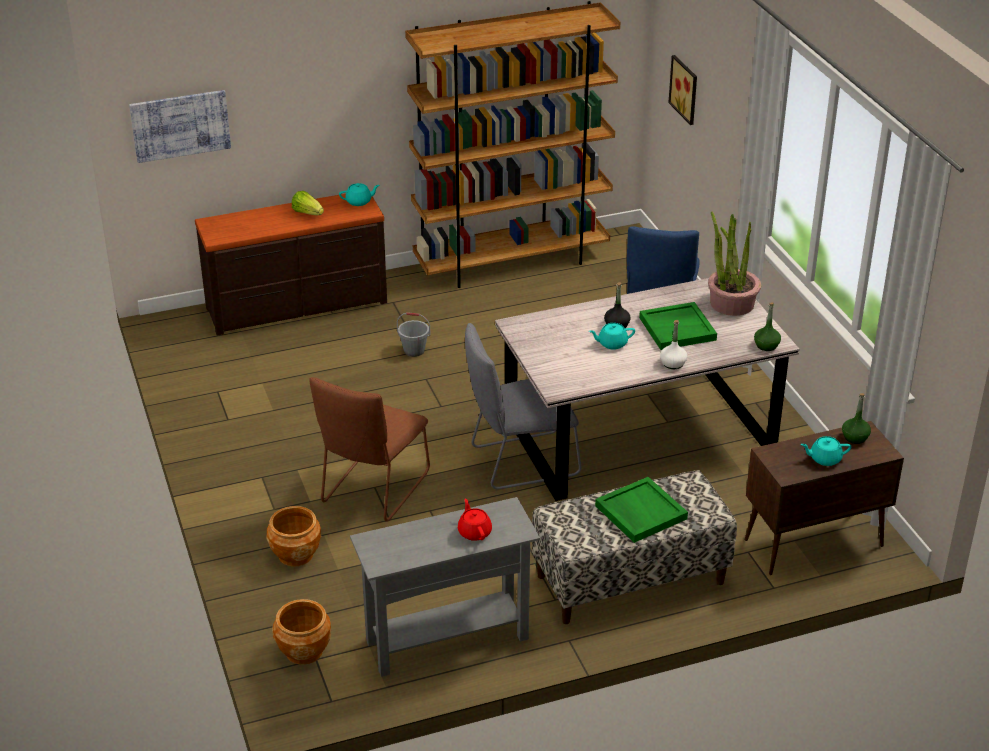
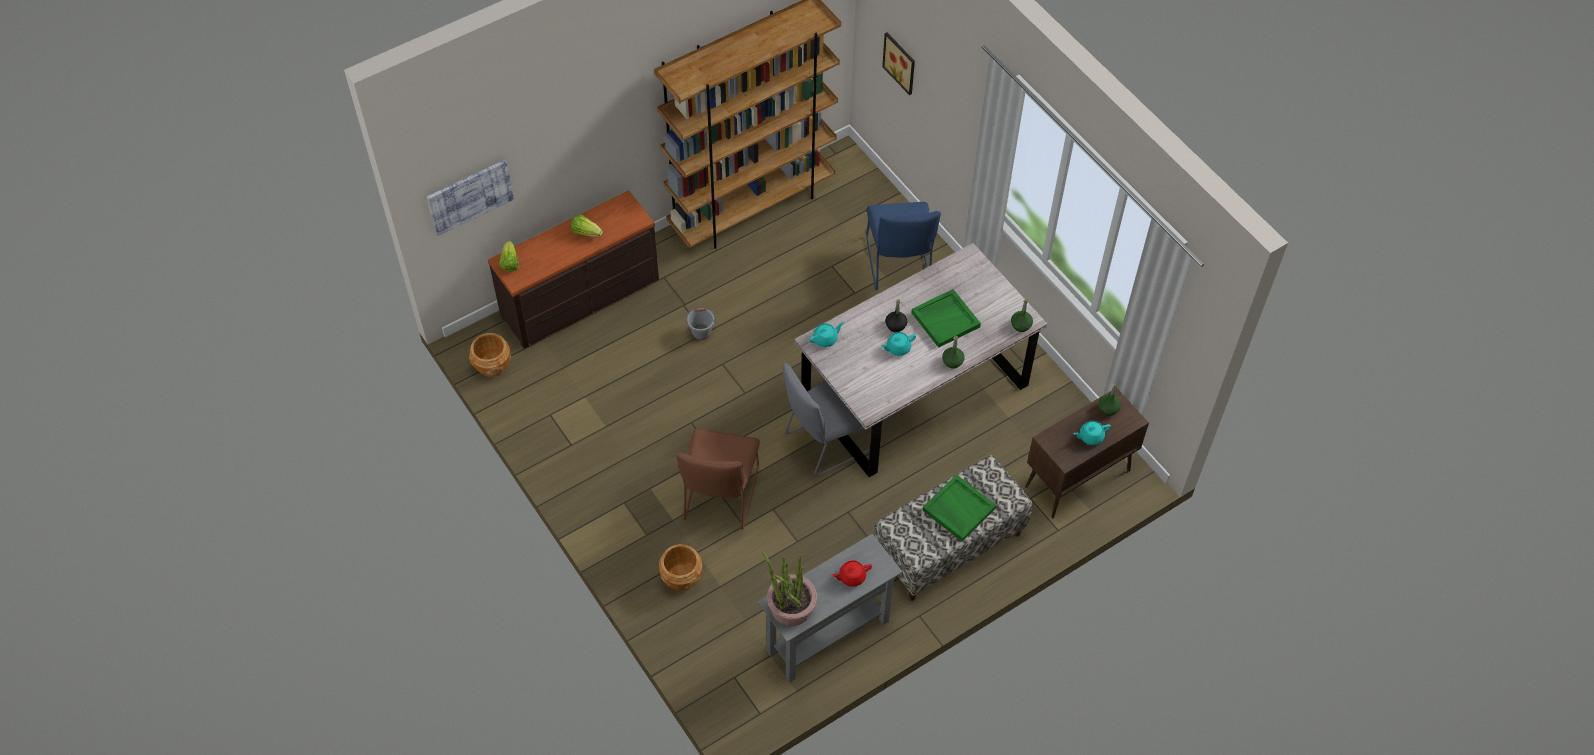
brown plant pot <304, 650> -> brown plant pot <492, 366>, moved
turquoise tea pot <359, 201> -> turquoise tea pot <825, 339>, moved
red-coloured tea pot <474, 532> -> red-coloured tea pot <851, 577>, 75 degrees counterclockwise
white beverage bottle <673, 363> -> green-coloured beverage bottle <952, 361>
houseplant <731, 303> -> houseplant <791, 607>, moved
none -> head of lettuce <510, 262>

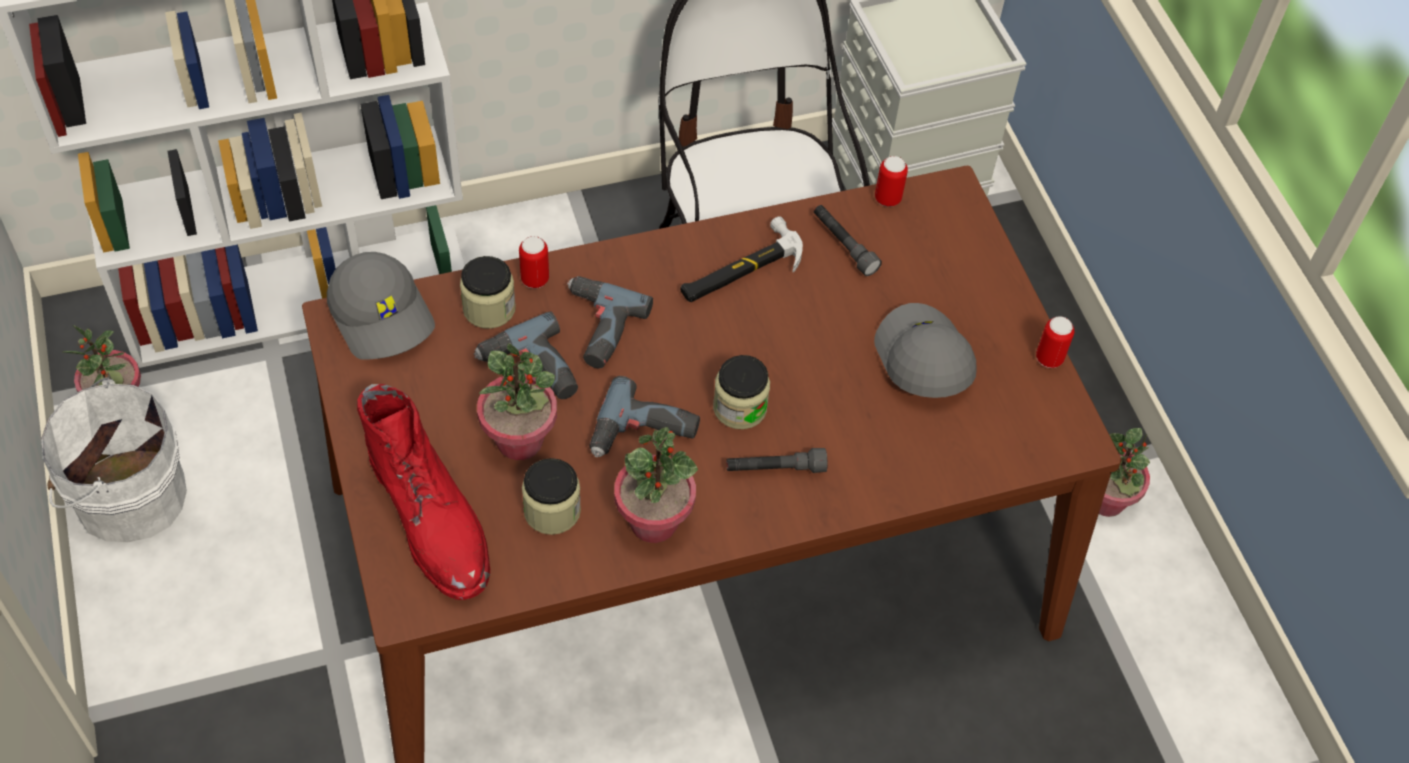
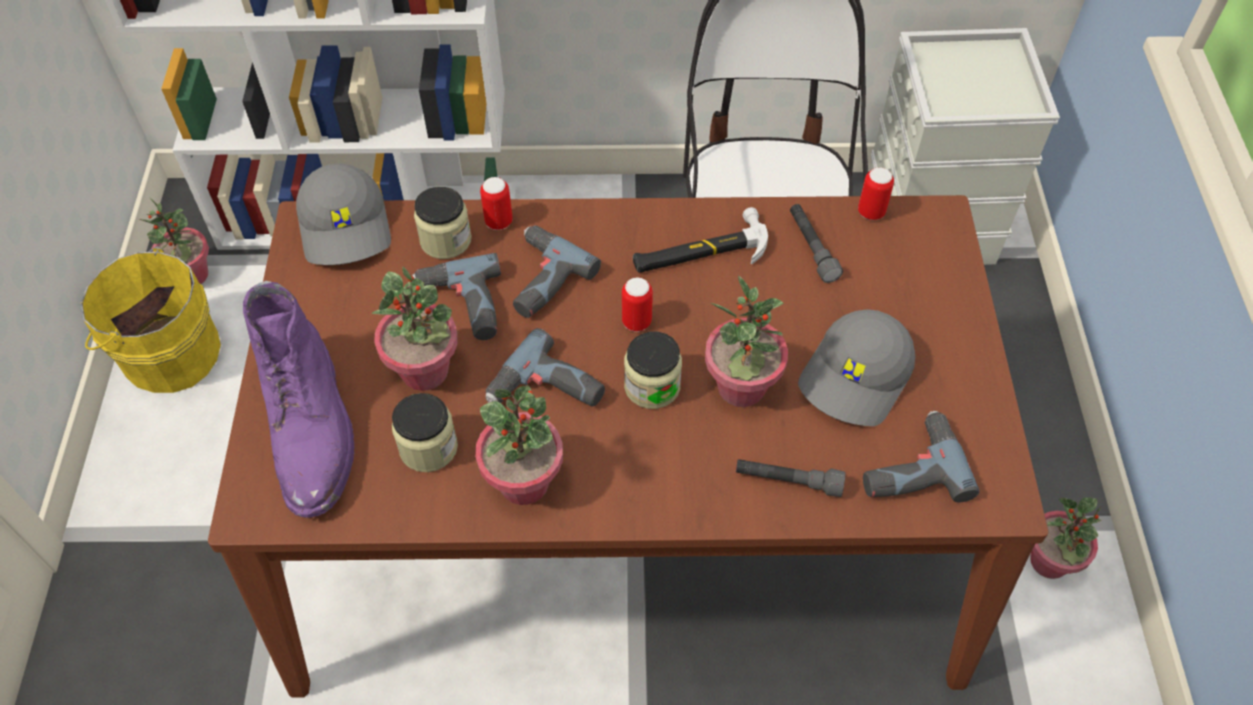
white bucket <126, 495> -> yellow-coloured bucket <168, 353>
red-coloured tall boot <433, 518> -> purplish tall boot <312, 428>
gray hand torch <775, 469> -> gray hand torch <787, 481>, moved
gray peaked cap <922, 360> -> gray peaked cap <857, 378>, 150 degrees counterclockwise
sealed can <1049, 358> -> sealed can <636, 322>, moved
none -> houseplant <741, 387>
none -> drill <909, 466>

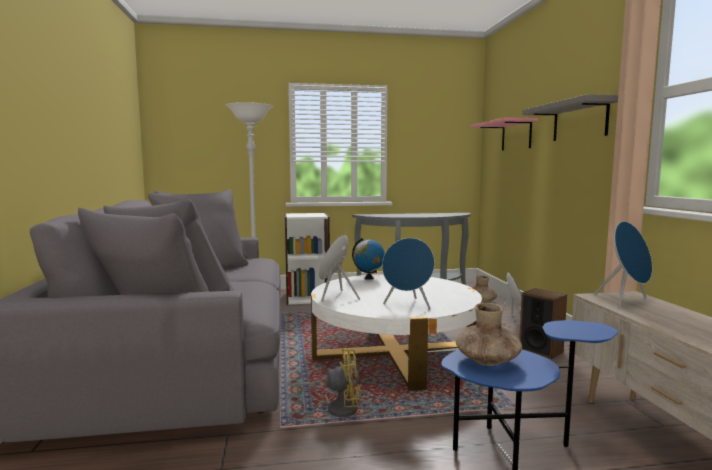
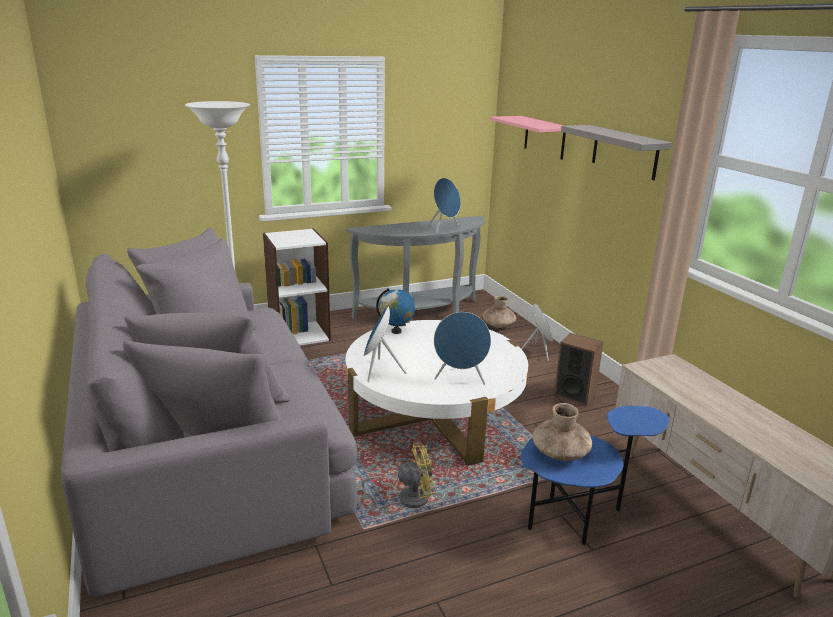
blue loudspeaker <626, 301> -> blue loudspeaker <444, 228>, moved

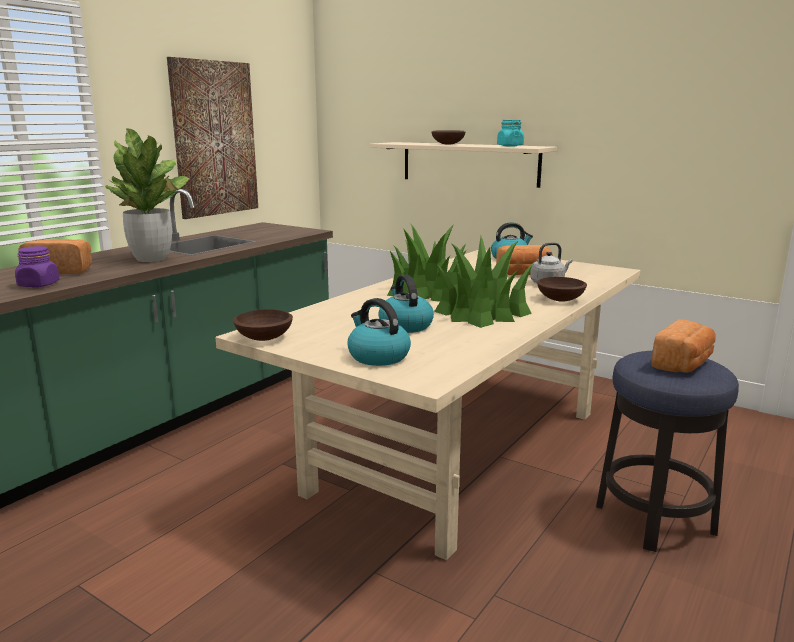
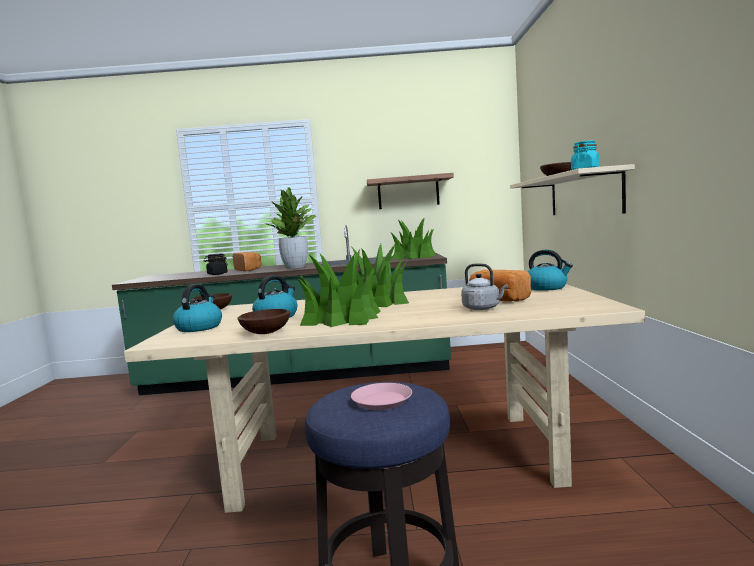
purplish preserve jar <38, 285> -> black-coloured preserve jar <217, 274>
picture <214, 139> -> shelf <408, 192>
brown bowl <561, 299> -> brown bowl <265, 332>, moved
bread <683, 364> -> pink-coloured dinner plate <381, 401>
none -> houseplant <414, 256>

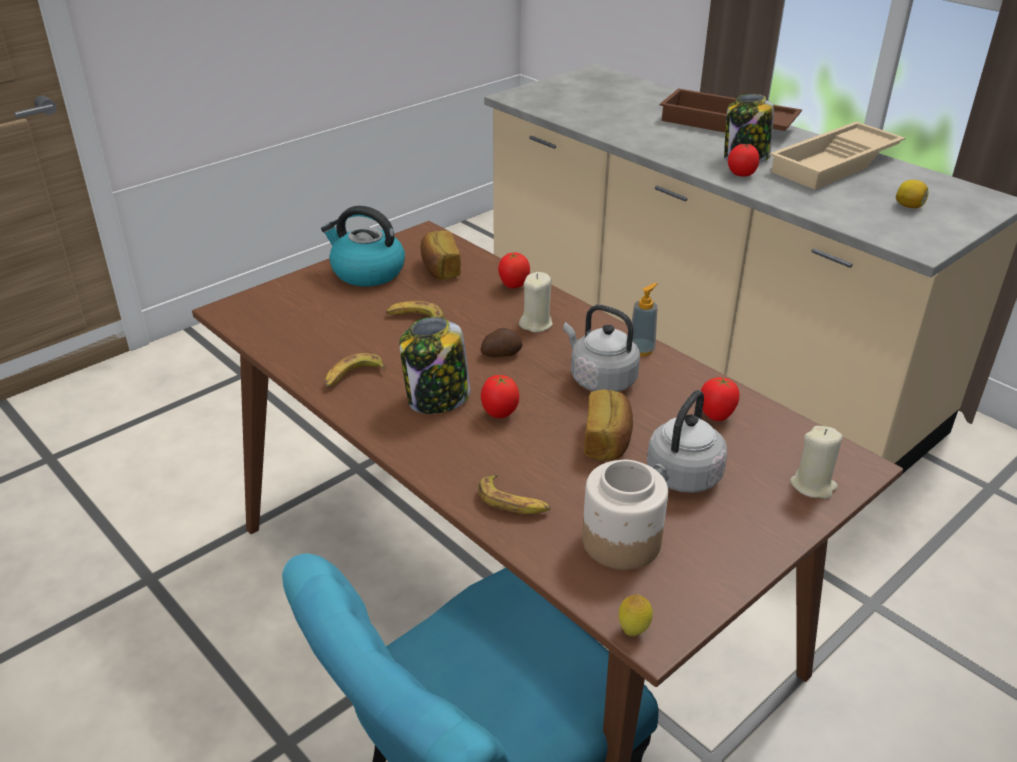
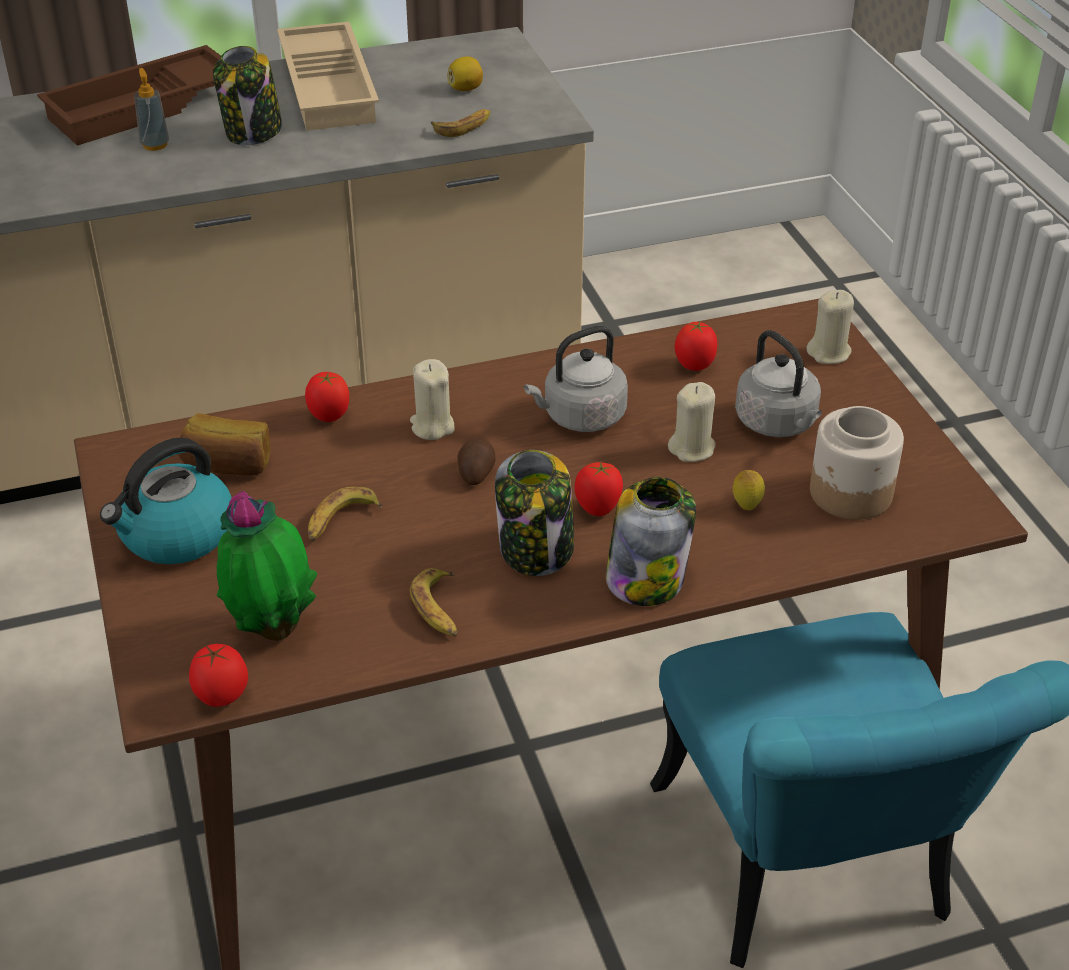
whole banana <513, 502> -> whole banana <463, 127>, moved
bread <608, 440> -> sand-coloured wax candle <692, 448>
lemon <633, 630> -> lemon <746, 506>, moved
soap bottle <641, 350> -> soap bottle <155, 144>, moved
whole tomato <741, 175> -> whole tomato <221, 697>, moved
none -> houseplant <273, 628>
none -> preserve jar <646, 579>

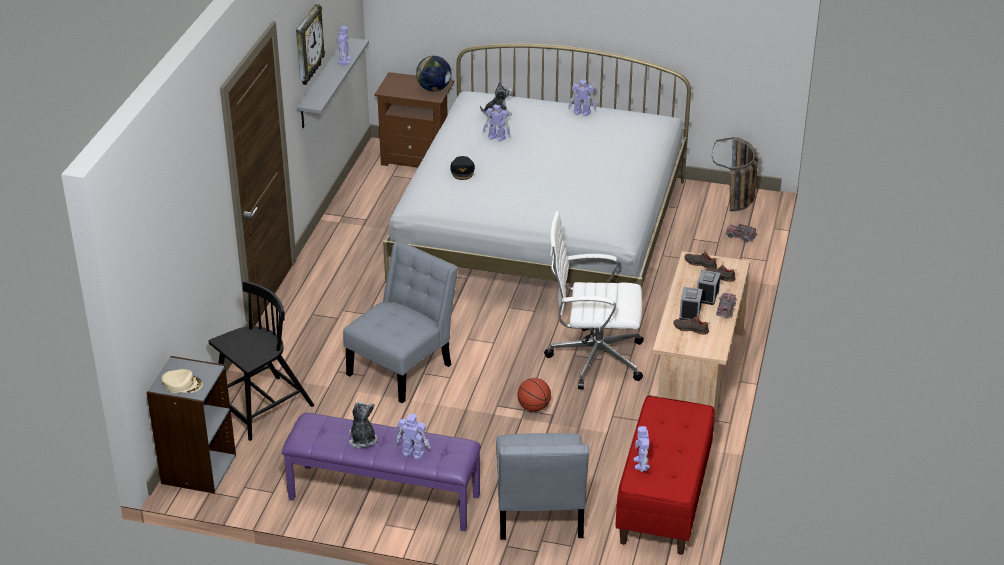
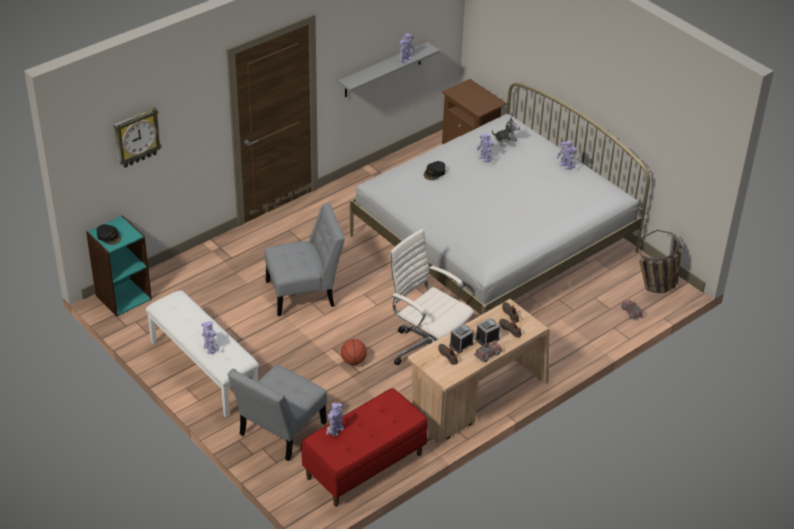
gray bookcase <198, 469> -> turquoise bookcase <123, 297>
sand-coloured peaked cap <182, 384> -> black-coloured peaked cap <109, 236>
black-coloured upright chair <262, 409> -> none
purplish bench <383, 497> -> white bench <203, 370>
clock on the wall <307, 45> -> clock on the wall <136, 137>, moved
soft toy <362, 439> -> none
world globe <434, 89> -> none

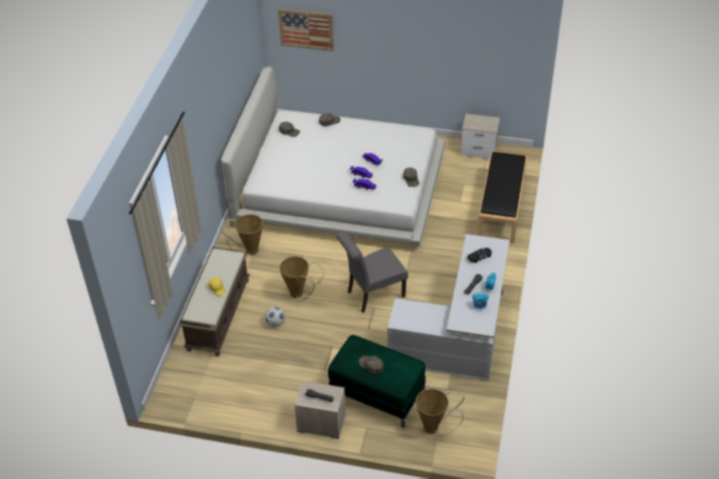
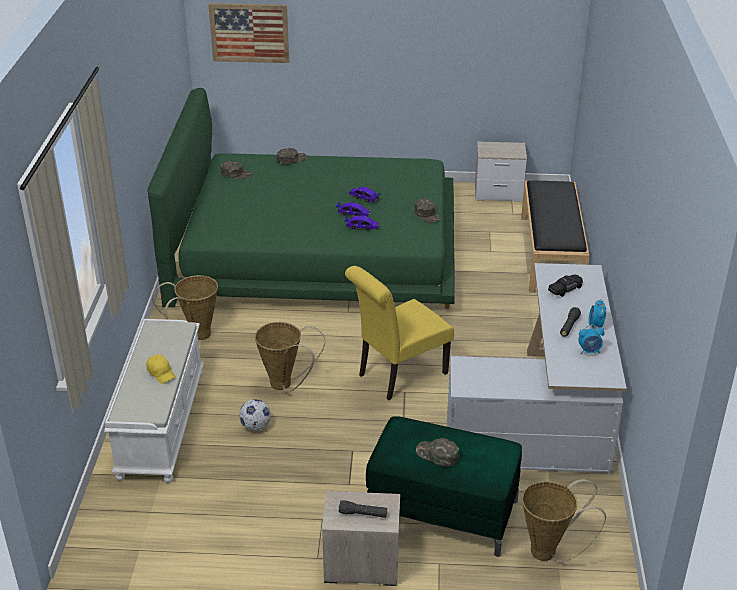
brown bench <218, 314> -> white bench <161, 423>
white bedroom bed <339, 189> -> green-coloured bedroom bed <315, 250>
gray upright chair <372, 295> -> yellow-coloured upright chair <398, 375>

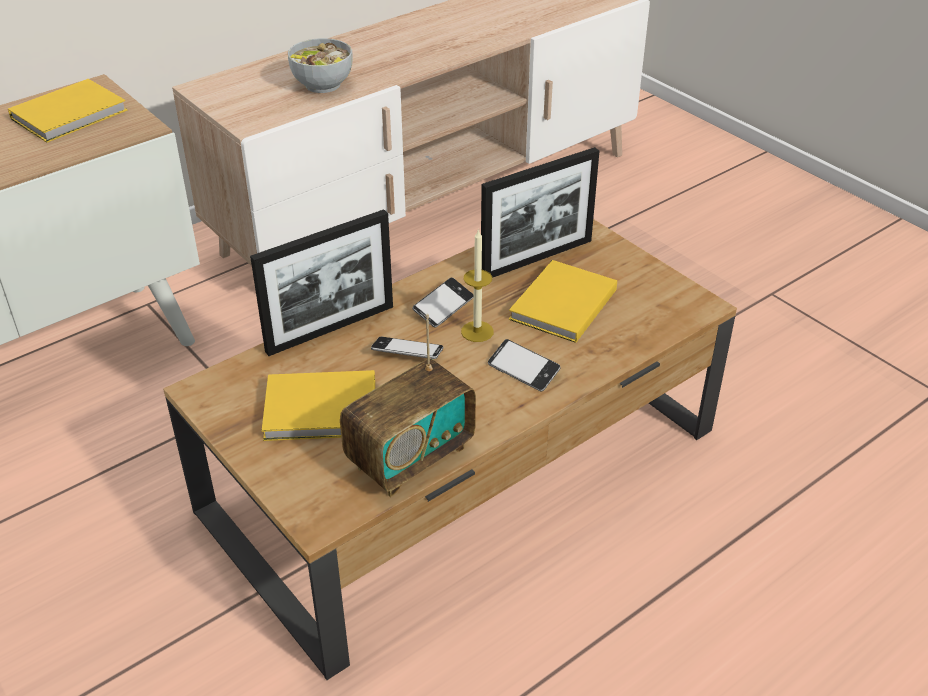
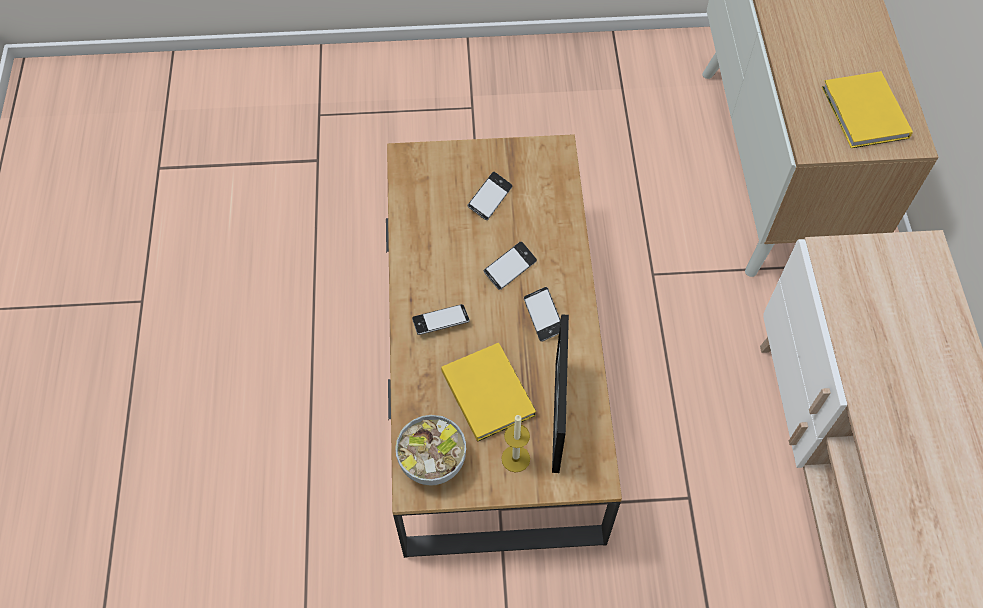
photo frame <330, 329> -> none
yellow-coloured volume <324, 410> -> handset <490, 198>
bowl <322, 85> -> bowl <432, 461>, moved
radio receiver <410, 457> -> none
wax candle <477, 331> -> wax candle <515, 458>, moved

